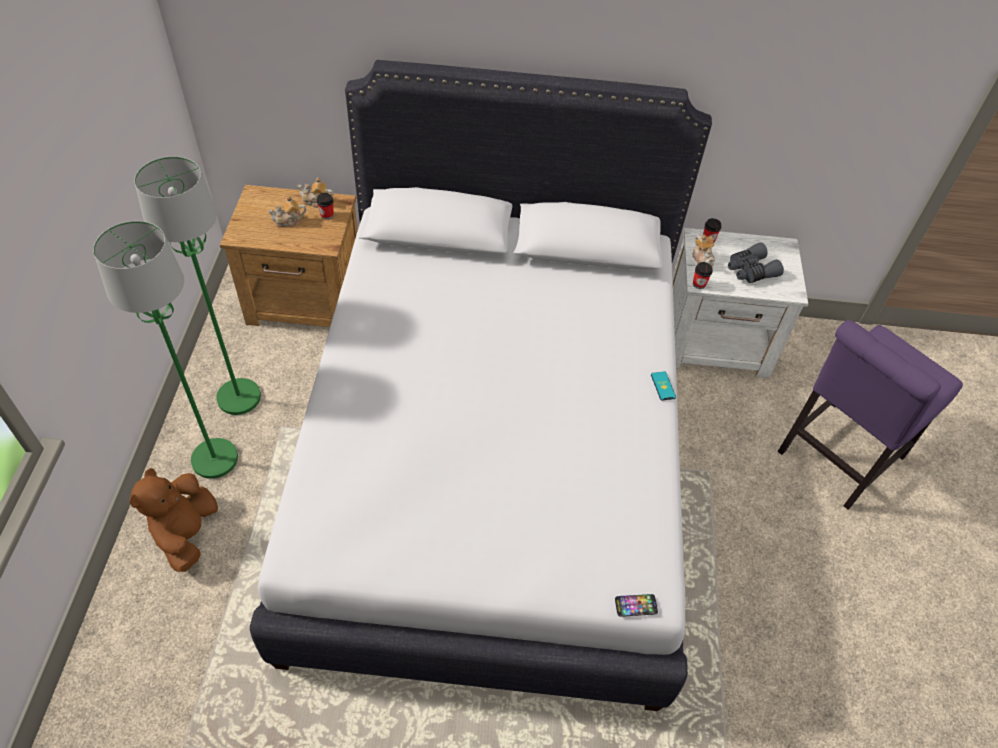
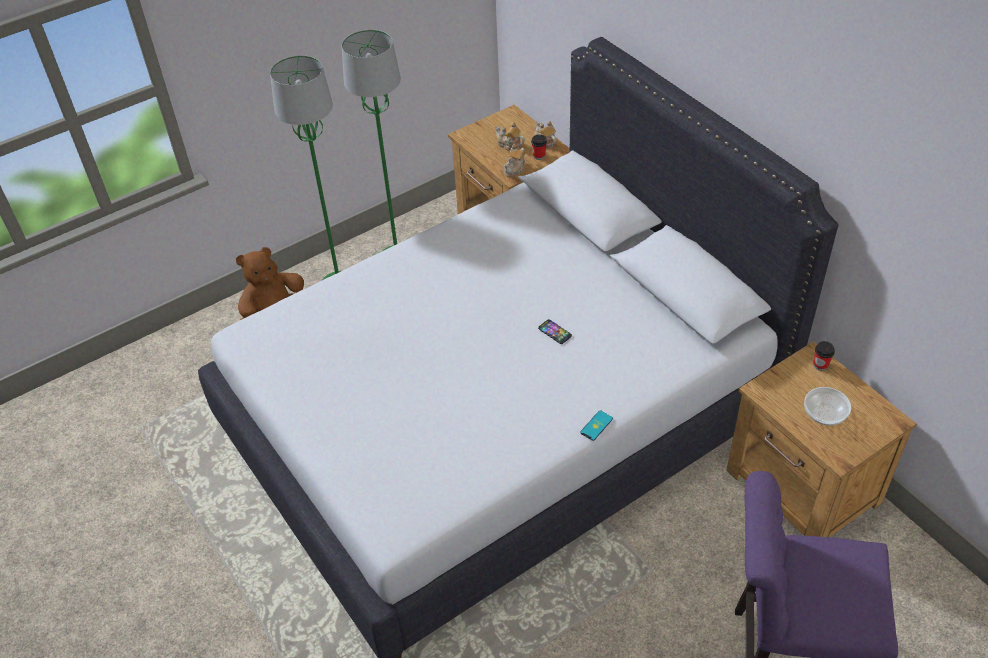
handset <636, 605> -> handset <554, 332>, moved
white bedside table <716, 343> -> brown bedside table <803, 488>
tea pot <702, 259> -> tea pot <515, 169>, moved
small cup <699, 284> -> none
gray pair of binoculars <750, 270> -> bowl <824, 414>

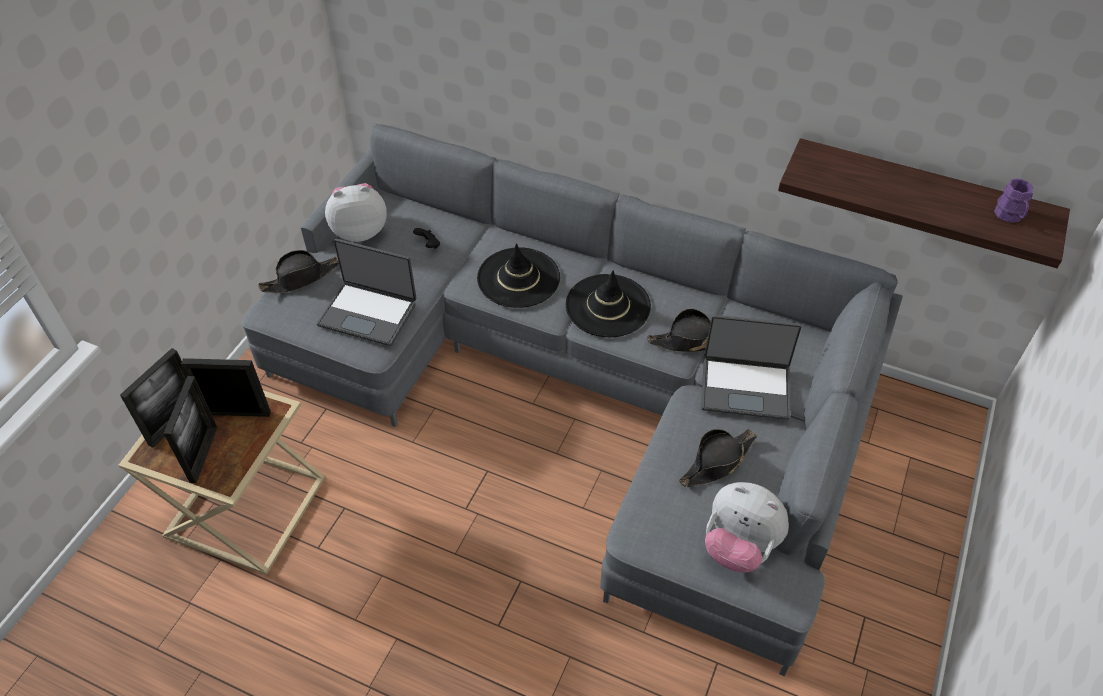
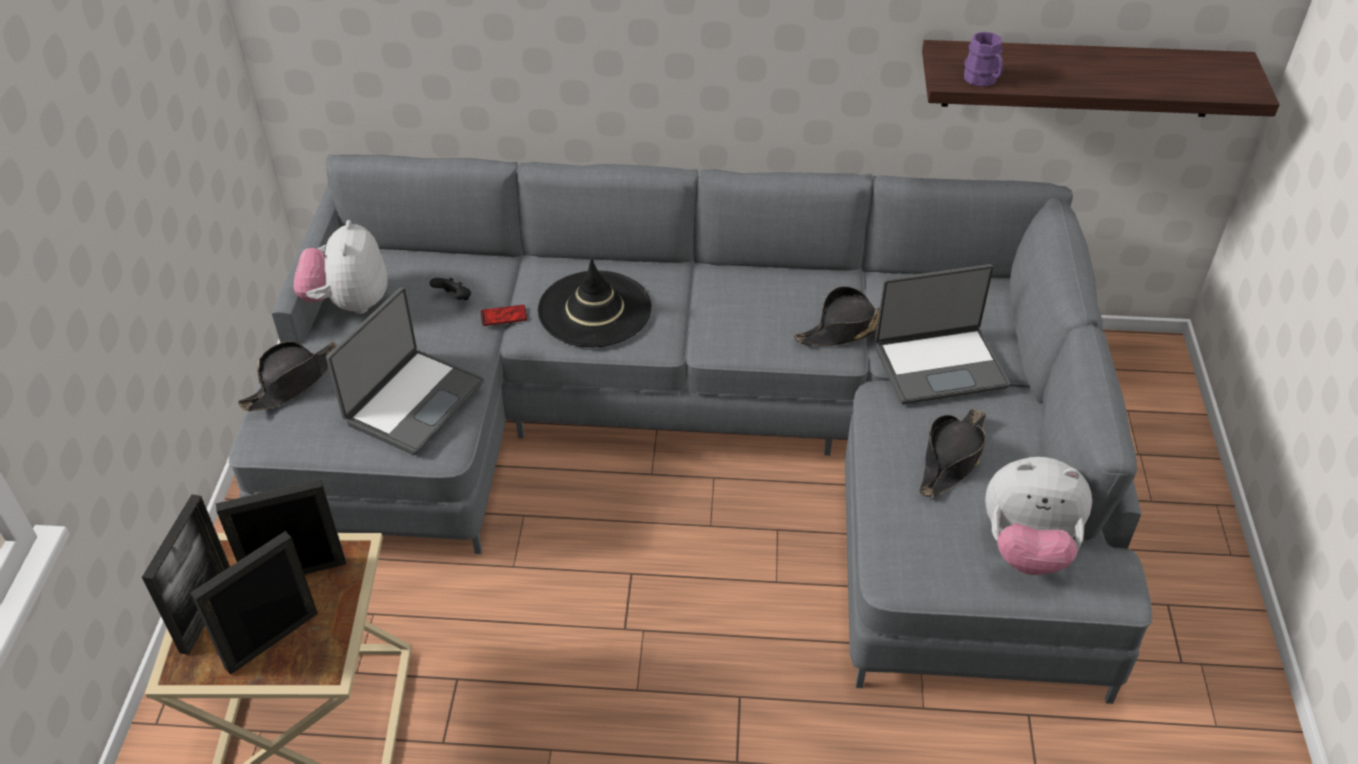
photo frame <203, 454> -> photo frame <272, 640>, 120 degrees counterclockwise
laptop <369, 313> -> laptop <413, 402>, 60 degrees counterclockwise
soft toy <360, 230> -> soft toy <349, 303>, 60 degrees counterclockwise
black-coloured clothing hat <608, 306> -> none
purplish mug <1009, 216> -> purplish mug <983, 80>, moved
none -> handset <503, 316>

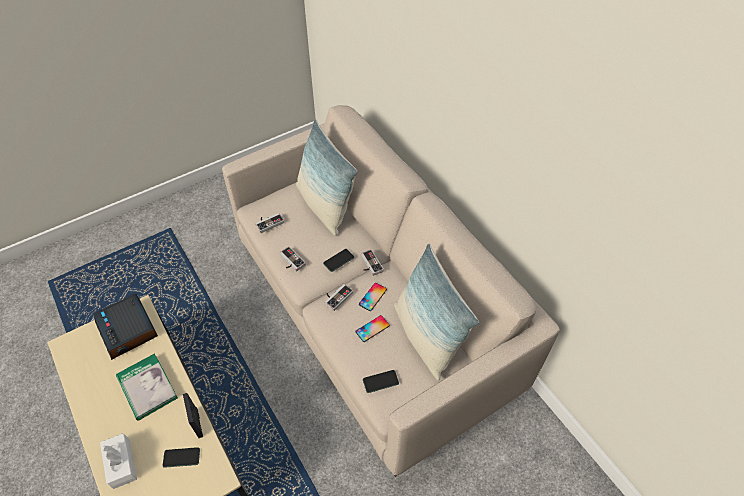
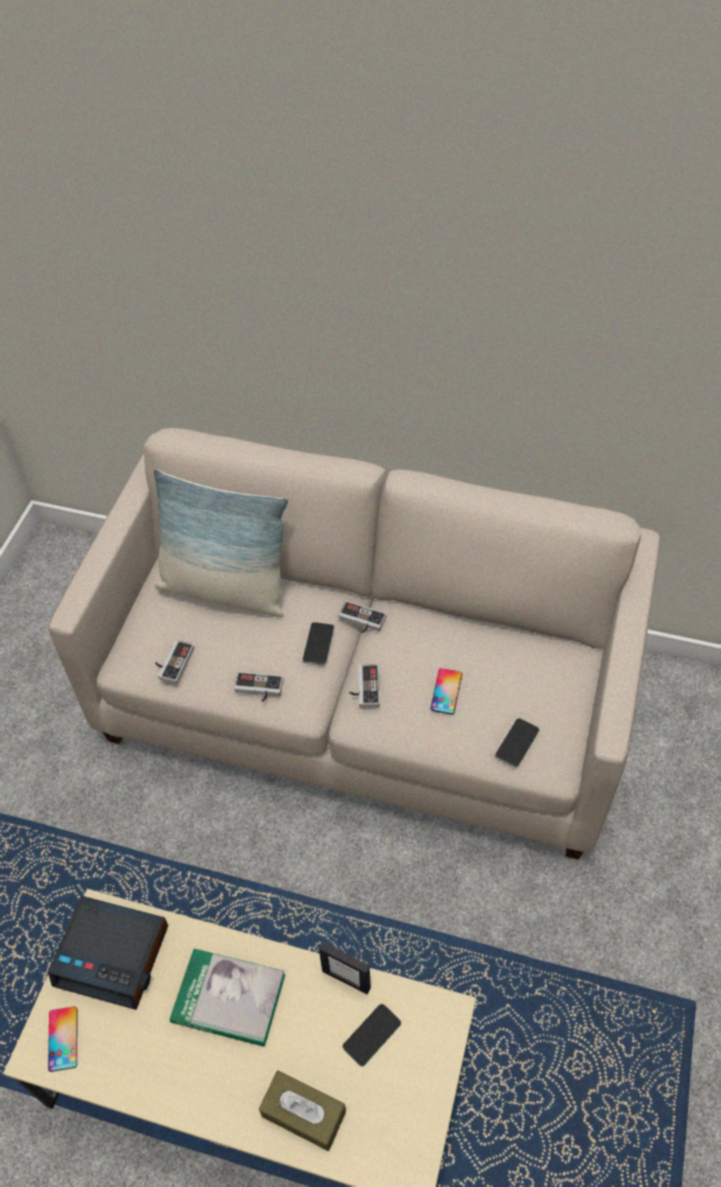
white tissue box <121, 463> -> brown tissue box <303, 1114>
handset <372, 297> -> handset <63, 1038>, moved
pillow <426, 336> -> none

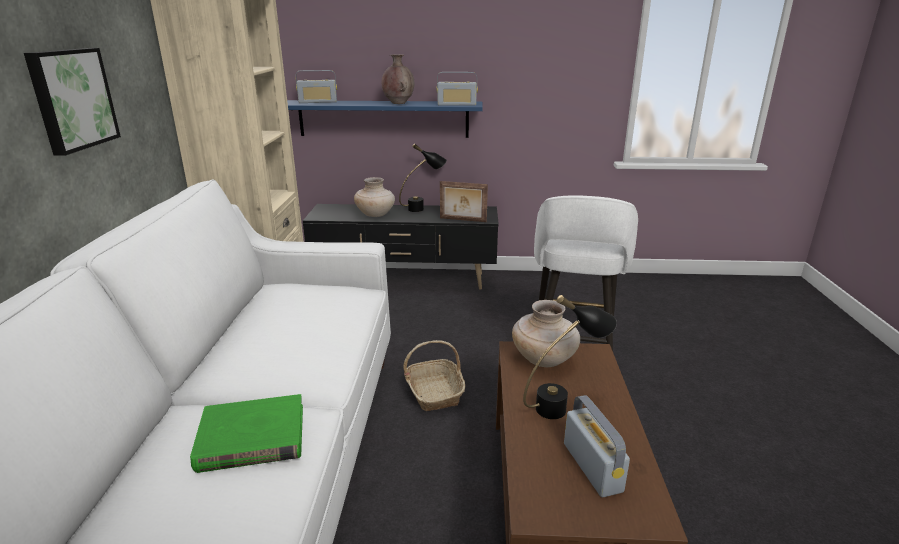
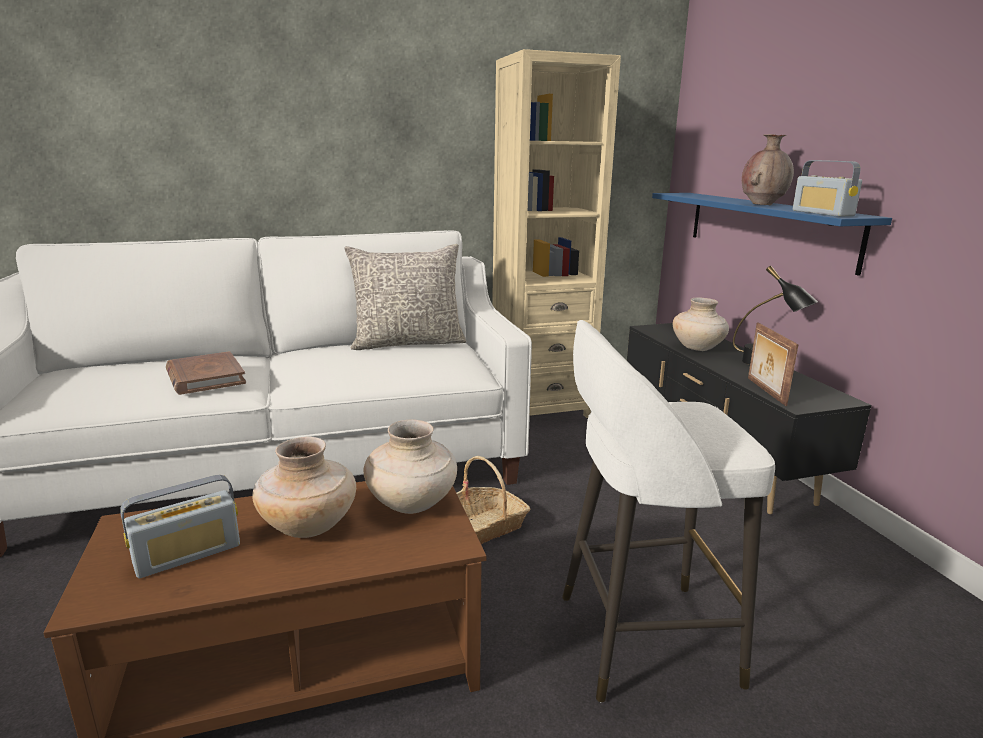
picture <71, 99> -> none
green-coloured volume <251, 438> -> brown volume <205, 377>
radio receiver <318, 102> -> none
black-coloured table lamp <563, 405> -> sand-coloured flower vase <309, 526>
none -> gray pillow <408, 343>

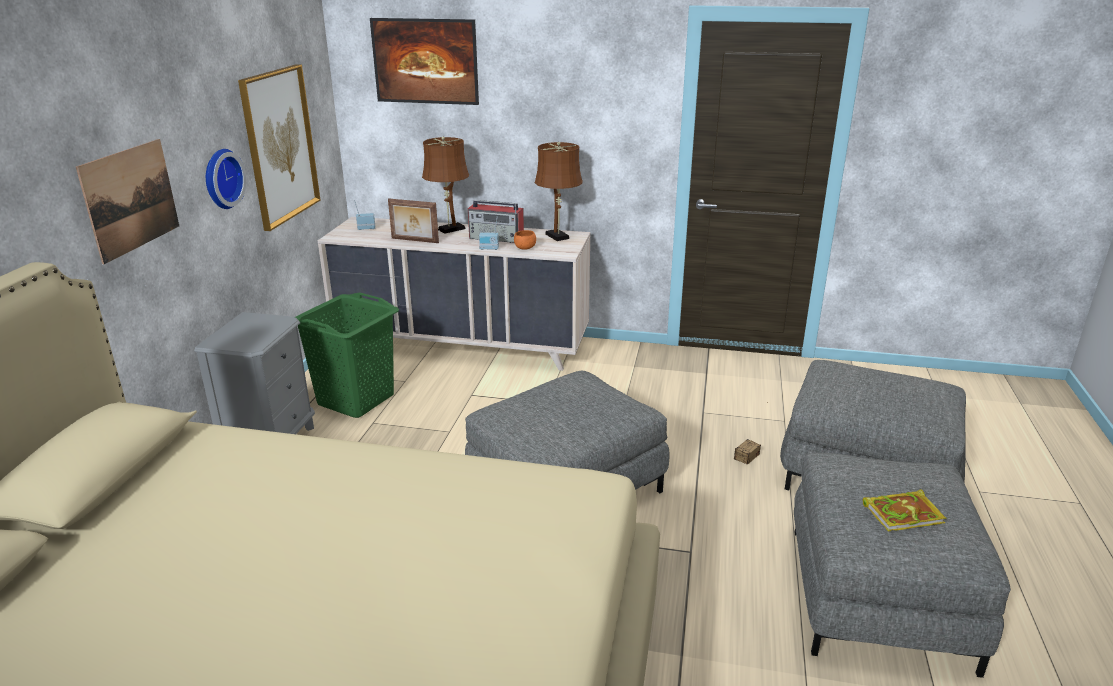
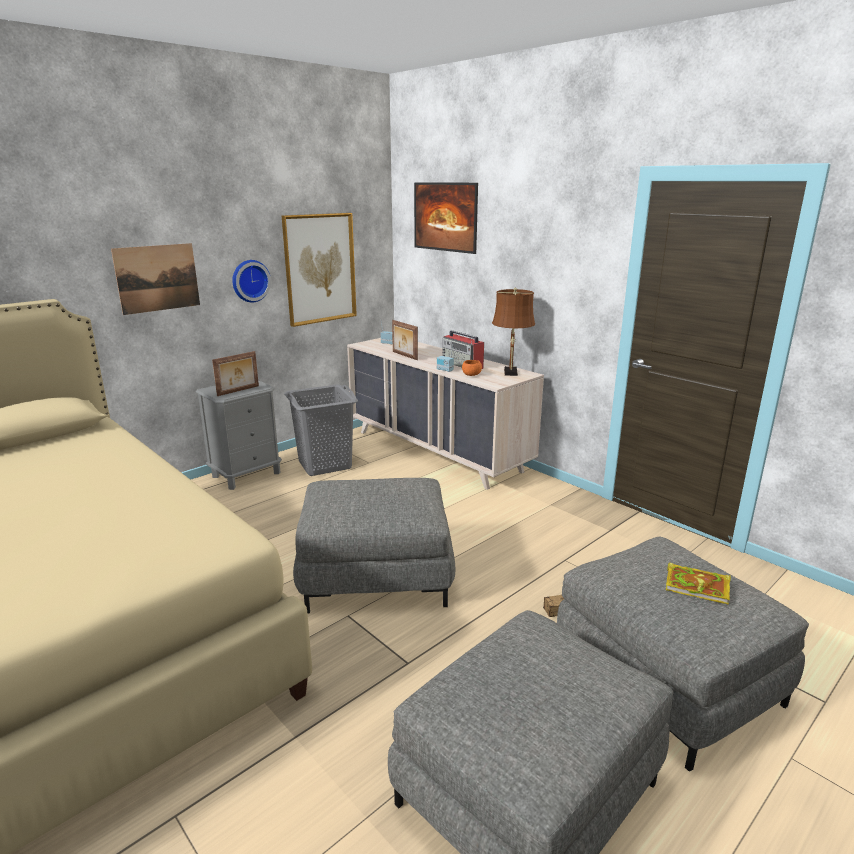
green-coloured washing basket <355, 399> -> gray washing basket <324, 464>
brown table lamp <449, 230> -> none
volume <904, 513> -> volume <698, 586>, moved
none -> photo frame <238, 391>

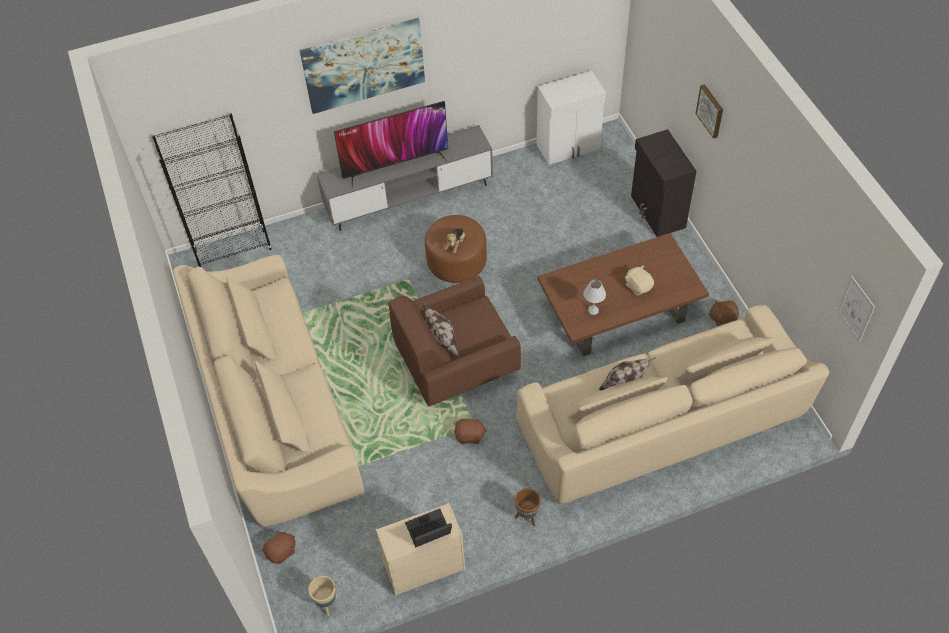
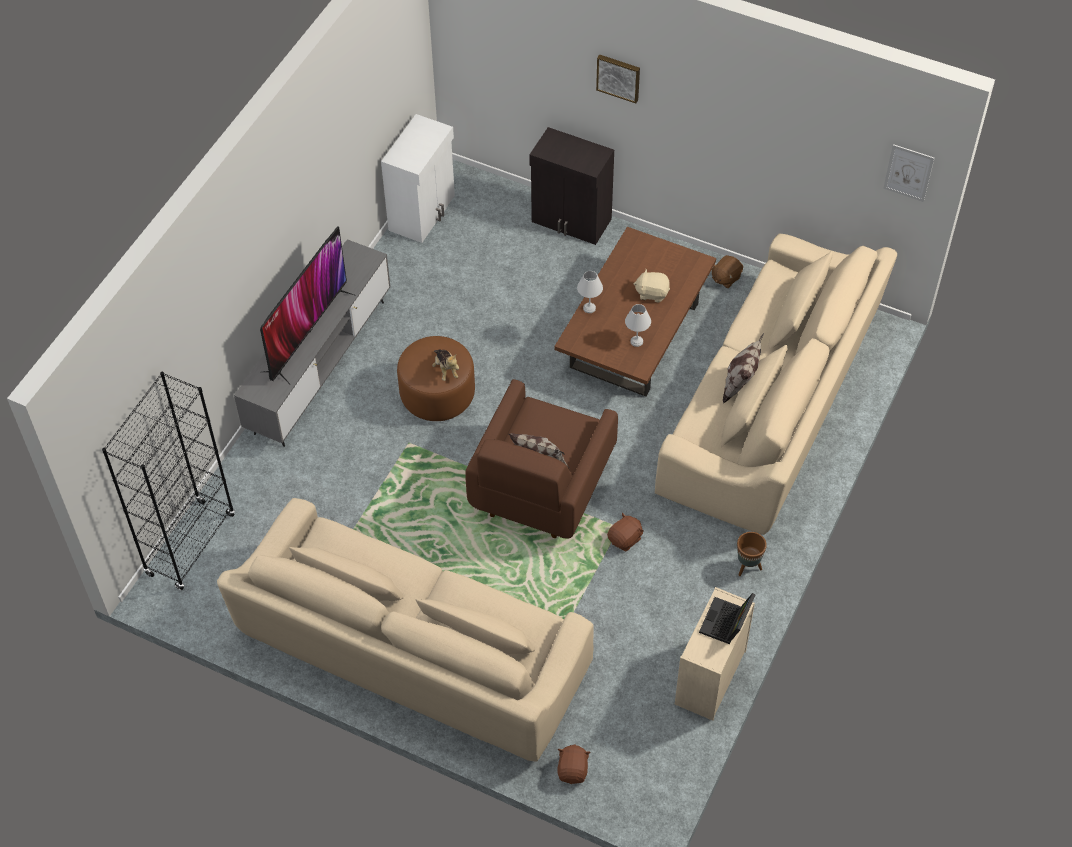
picture <364, 65> -> none
sand-coloured plant pot <327, 604> -> none
none -> white table lamp <589, 308>

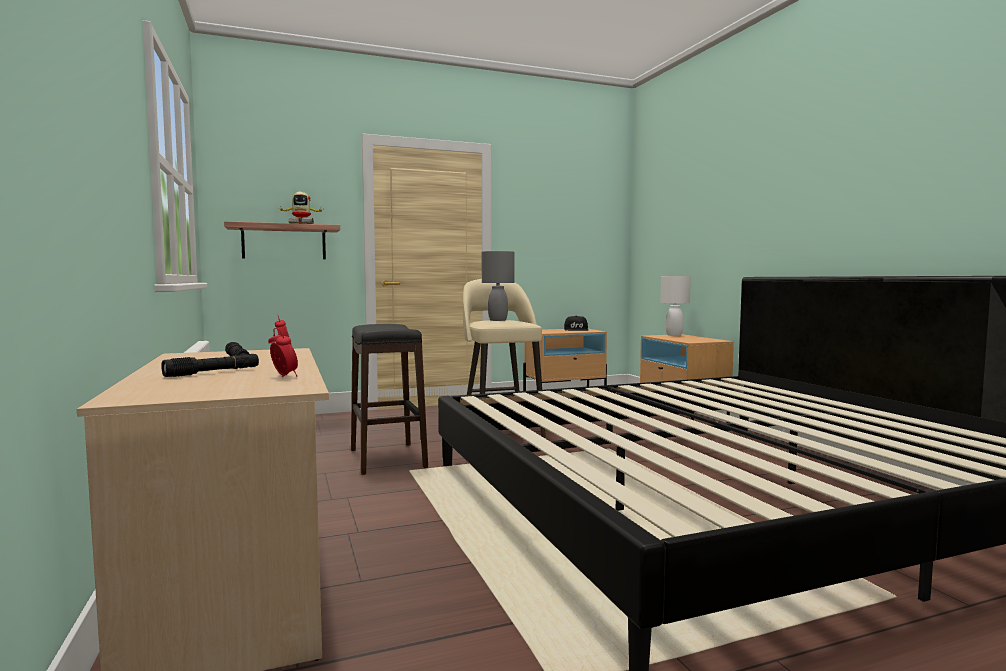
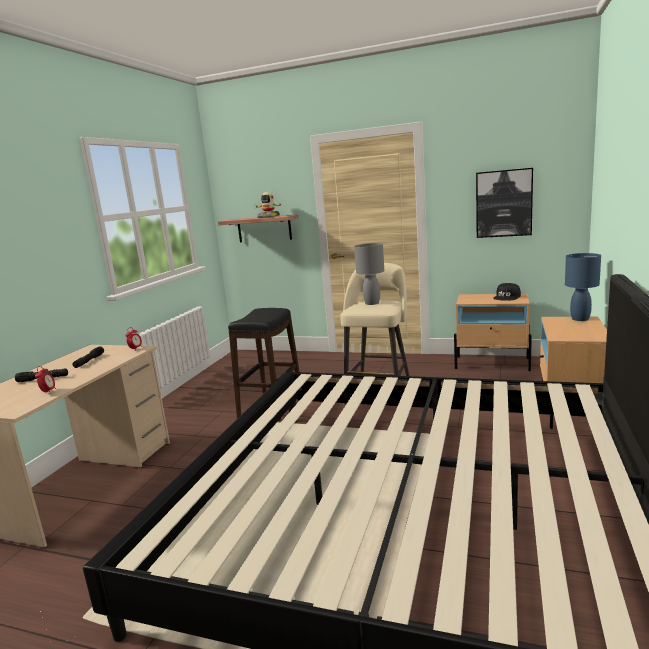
white table lamp <674, 335> -> blue table lamp <579, 319>
none -> picture <503, 203>

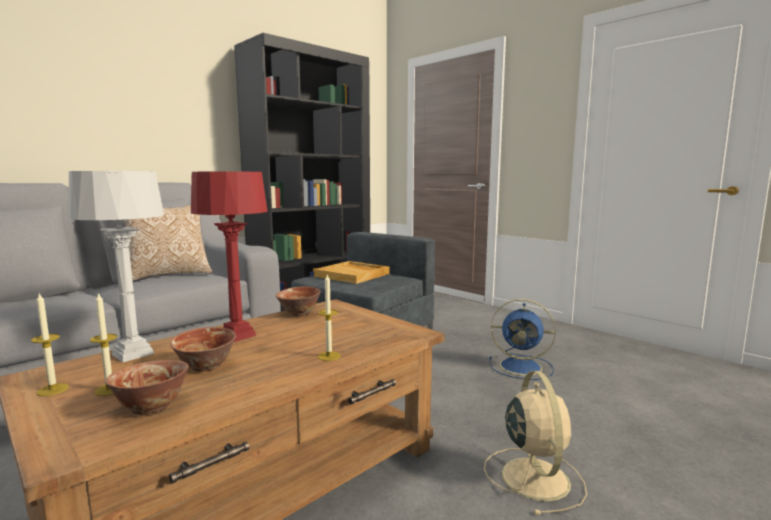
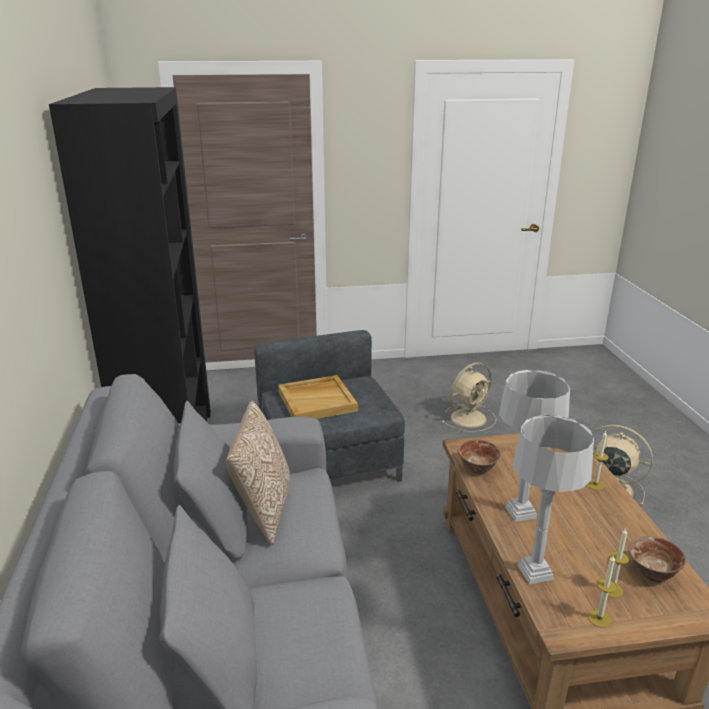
bowl <206, 366> -> none
red-coloured table lamp <237, 335> -> gray table lamp <520, 512>
blue electric fan <522, 367> -> sand-coloured electric fan <469, 417>

